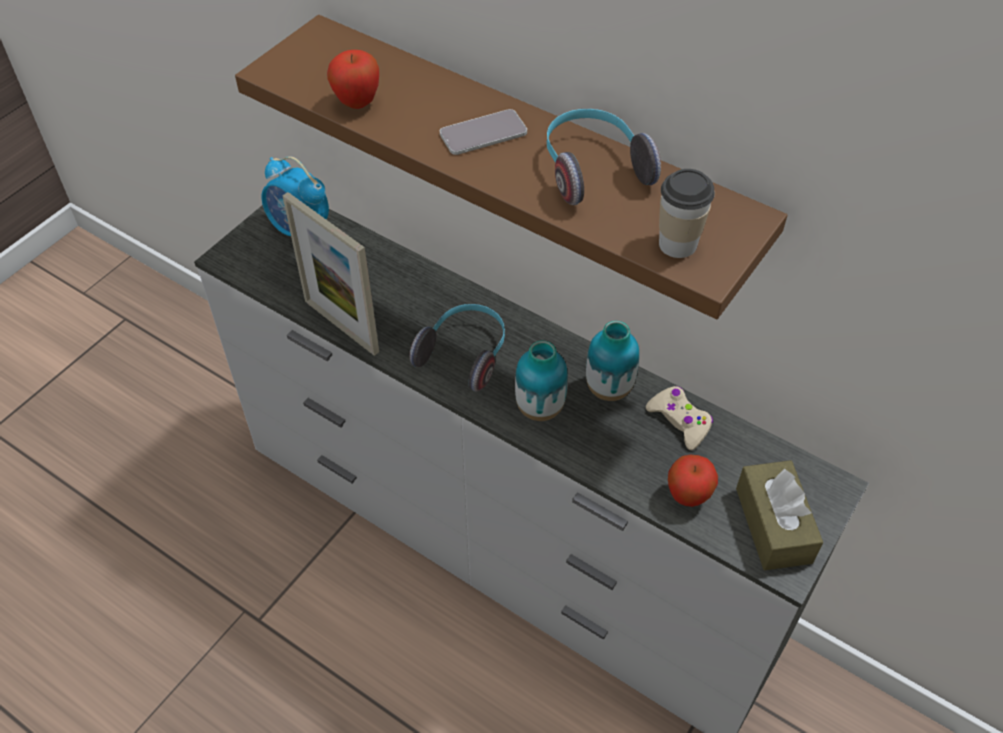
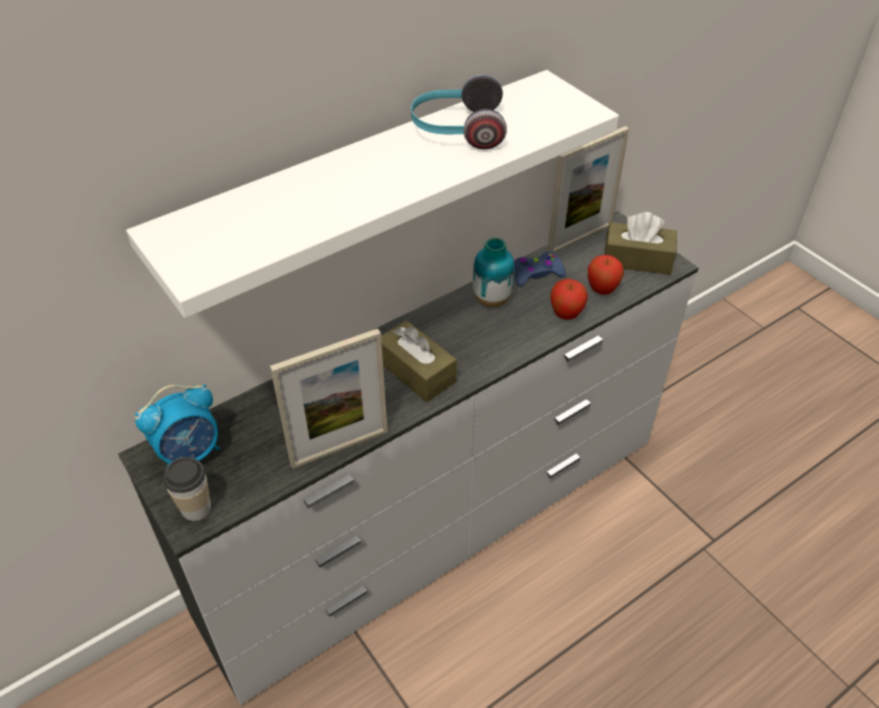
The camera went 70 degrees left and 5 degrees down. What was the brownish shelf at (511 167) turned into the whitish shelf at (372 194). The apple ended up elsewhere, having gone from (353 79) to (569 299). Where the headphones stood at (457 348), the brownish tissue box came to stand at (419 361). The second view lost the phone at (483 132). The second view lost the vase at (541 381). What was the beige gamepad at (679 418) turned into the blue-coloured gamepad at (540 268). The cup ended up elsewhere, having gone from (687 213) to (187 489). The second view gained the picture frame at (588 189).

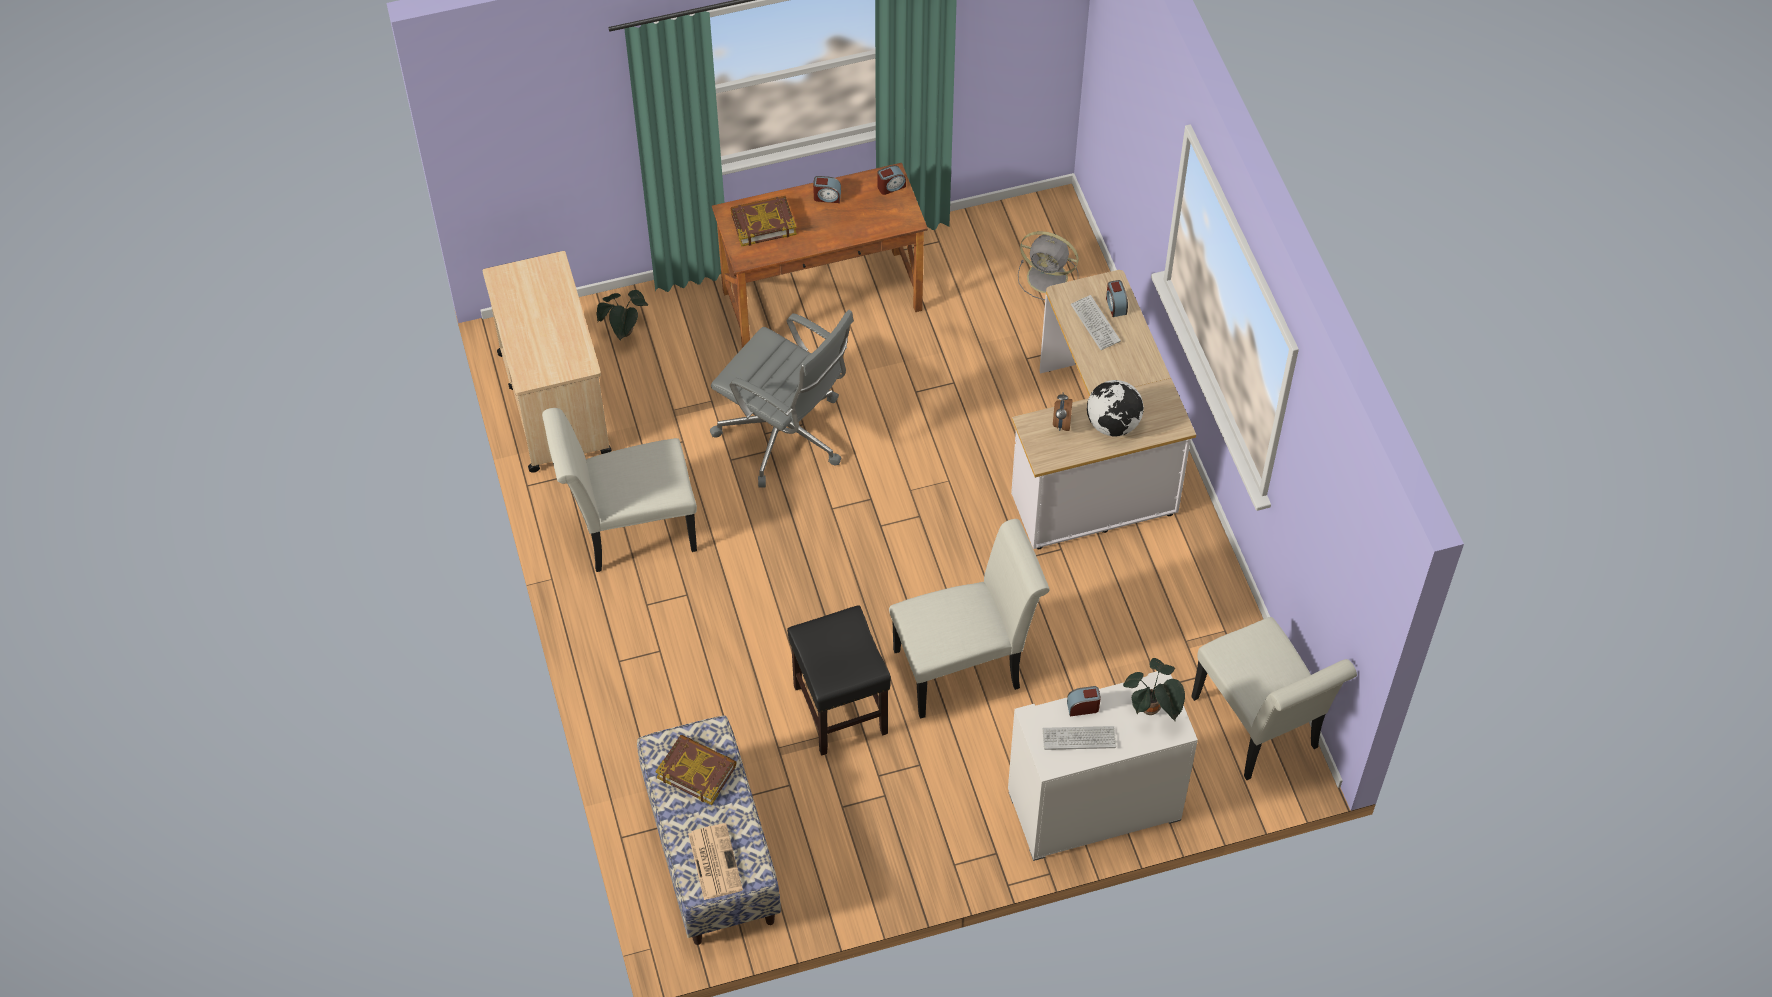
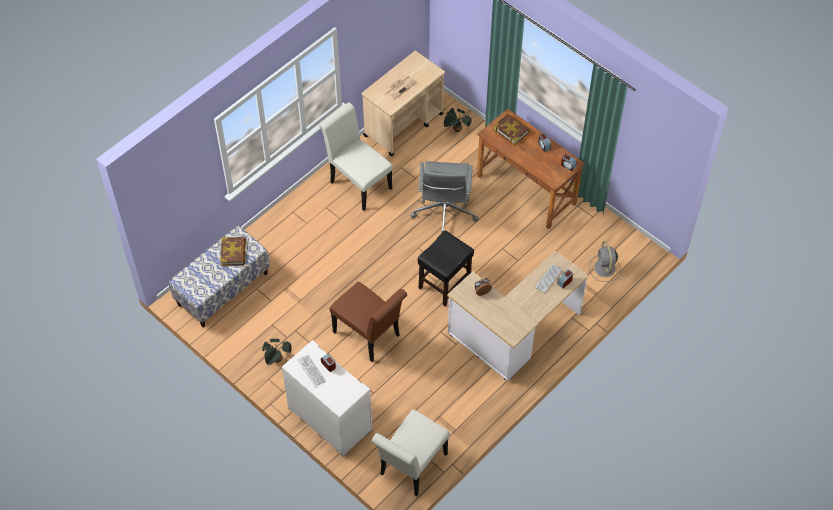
The camera went 60 degrees right and 0 degrees up. The newspaper ended up elsewhere, having gone from (715 861) to (399 87). The black stool seat ended up elsewhere, having gone from (839 680) to (446 268). What was the whitish upright chair at (969 619) turned into the brownish upright chair at (368 322). The second view lost the desk globe at (1115 408). The plant in a pot ended up elsewhere, having gone from (1154 689) to (277 352).

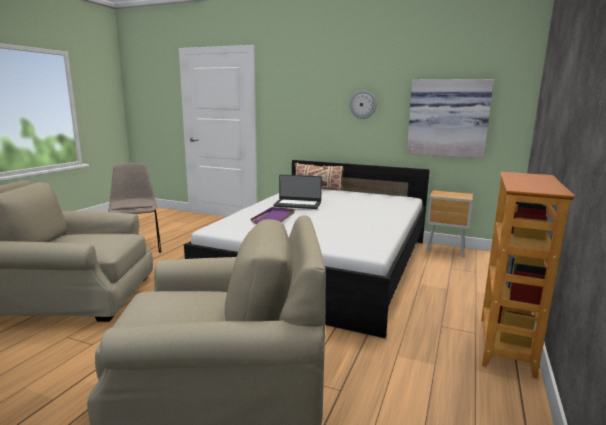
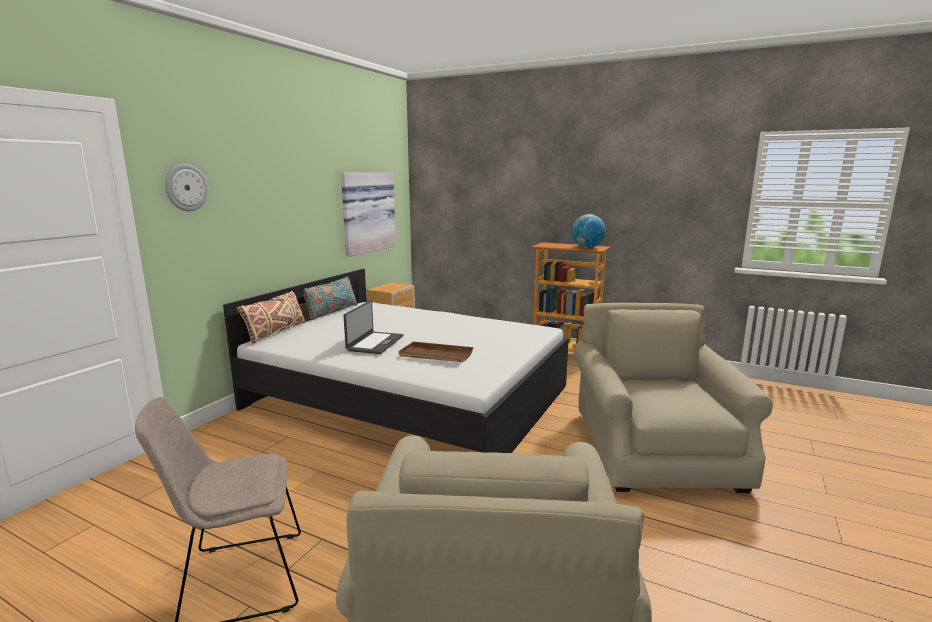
The camera went 85 degrees left and 0 degrees up. What was the purplish serving tray at (273 215) turned into the brownish serving tray at (436 351). The clock on the wall ended up elsewhere, having gone from (363 104) to (186 187). The second view gained the turquoise-coloured throw pillow at (330 298). The second view gained the desk globe at (588 231).

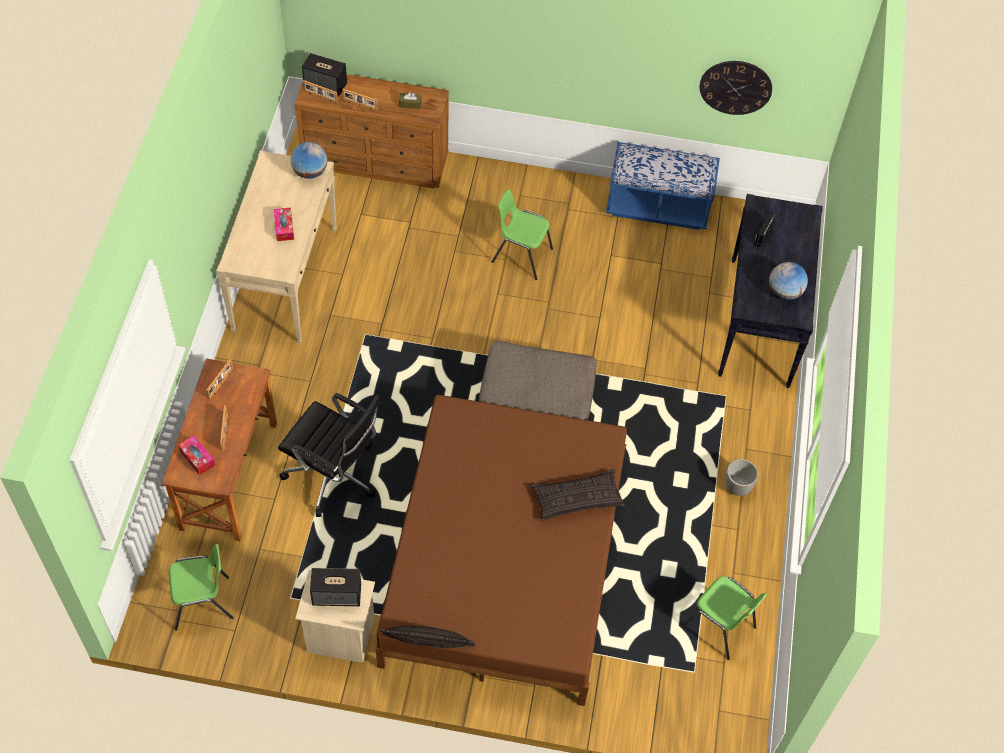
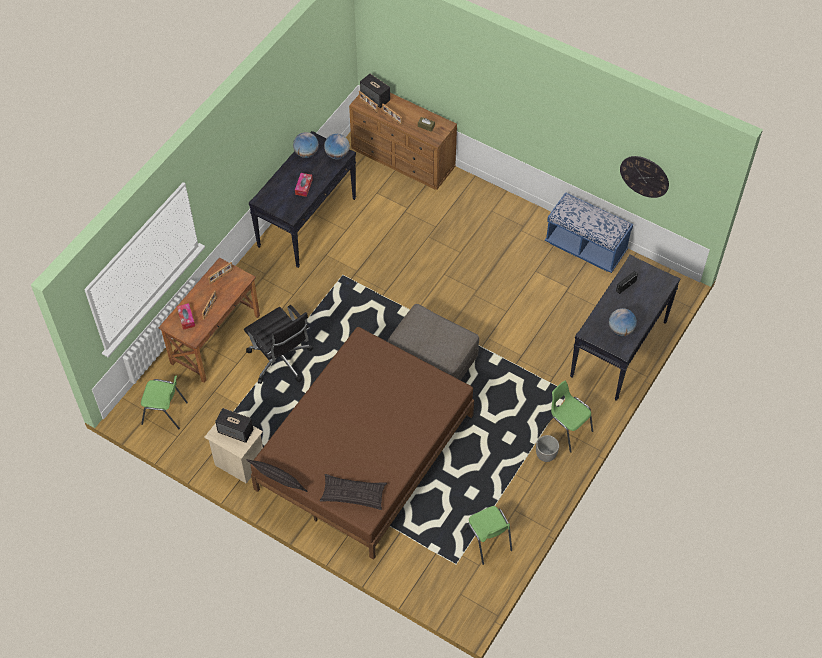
The camera went 25 degrees right and 0 degrees up. What was the beige hall table at (277 247) turned into the black hall table at (302 199). The greenish upright chair ended up elsewhere, having gone from (522 234) to (567 416). The throw pillow ended up elsewhere, having gone from (577 495) to (353 492). The second view gained the desk globe at (306 145).

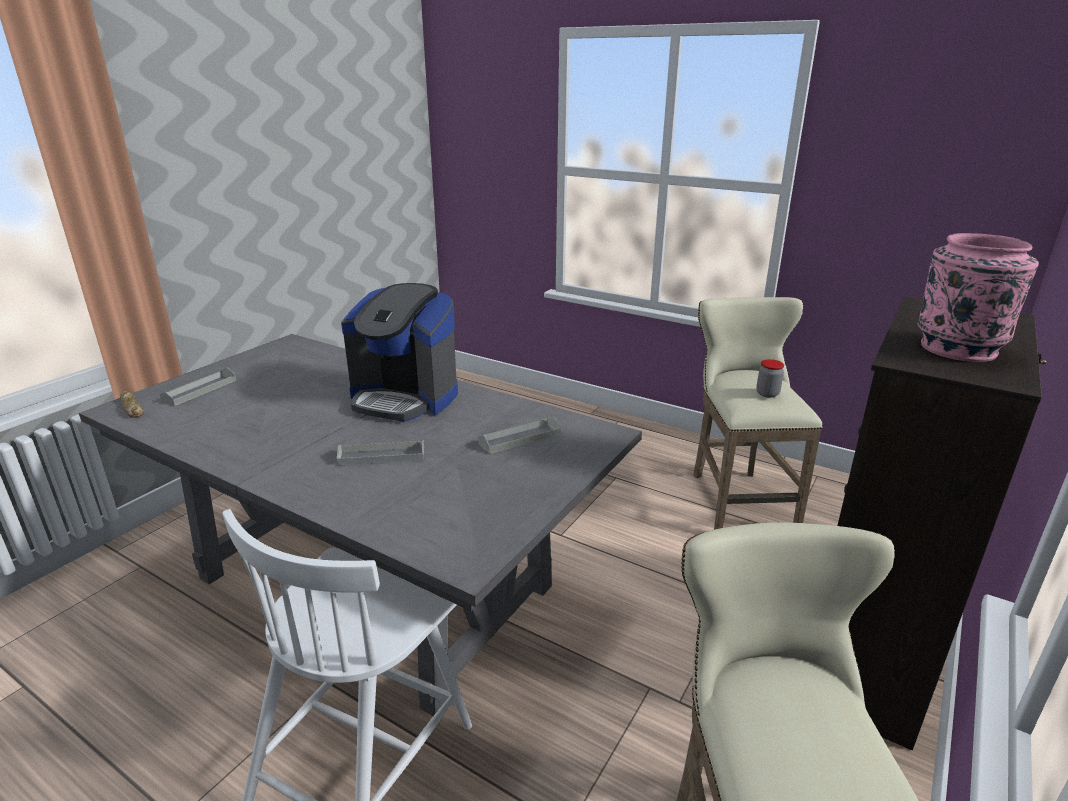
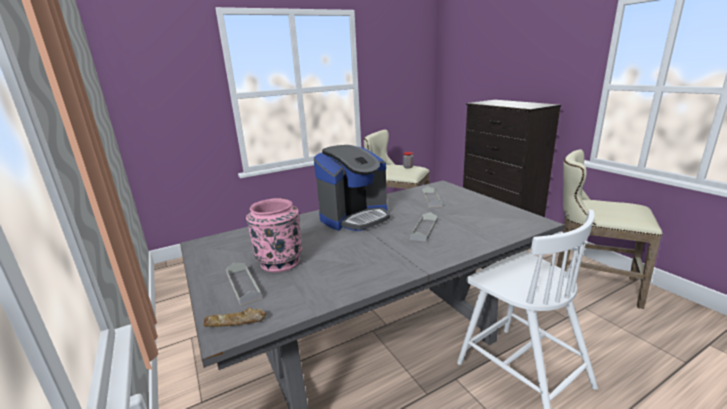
The camera went 60 degrees left and 5 degrees down. The pink-coloured vase ended up elsewhere, having gone from (978 297) to (274 235).

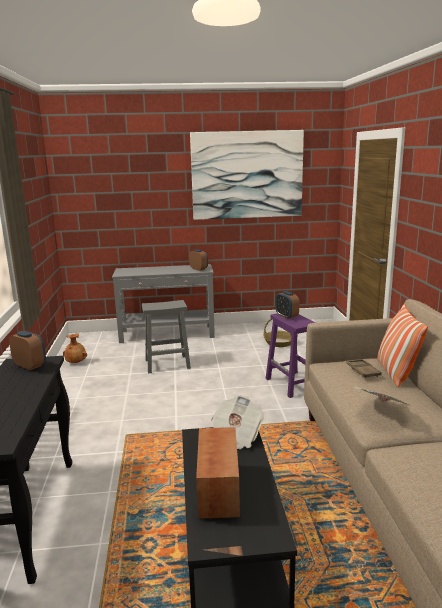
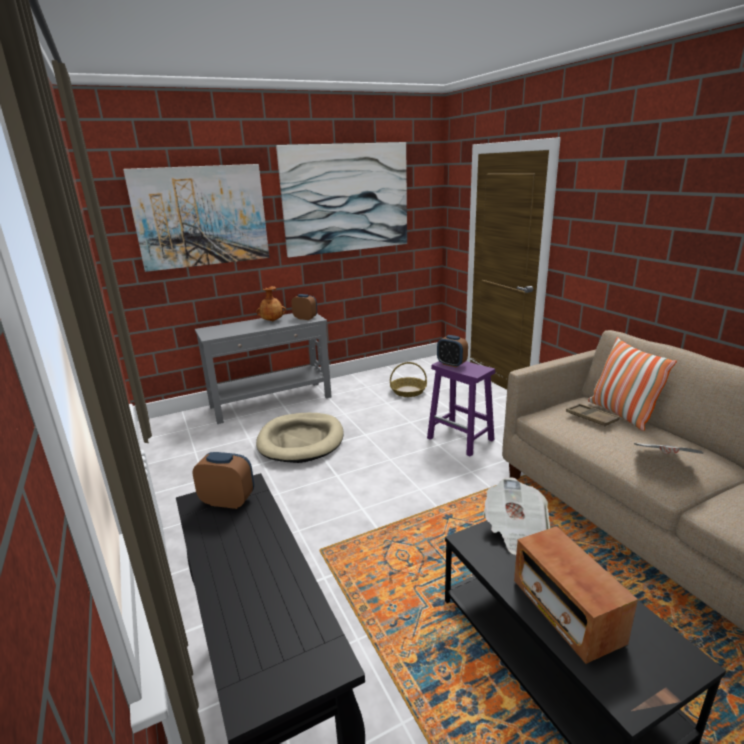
The camera went 20 degrees left and 5 degrees up. The brownish vase ended up elsewhere, having gone from (75 348) to (271 303). Where the grey stool seat stood at (166 336), the beige pet bed came to stand at (300 438). The second view gained the wall picture at (196 218).

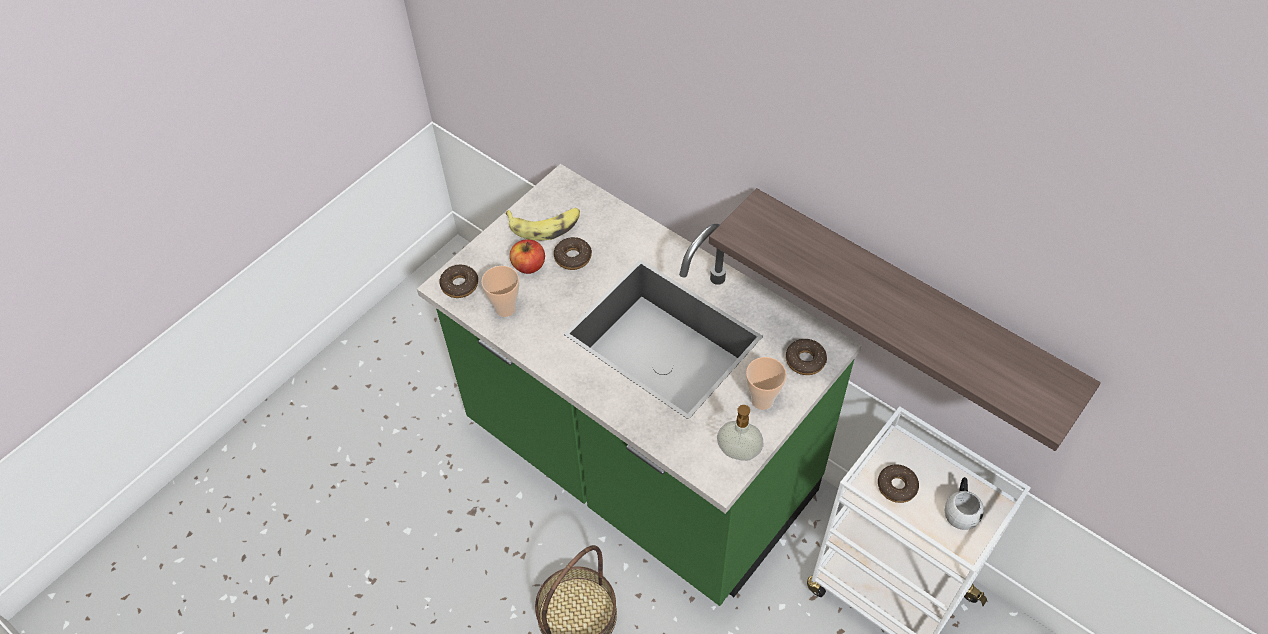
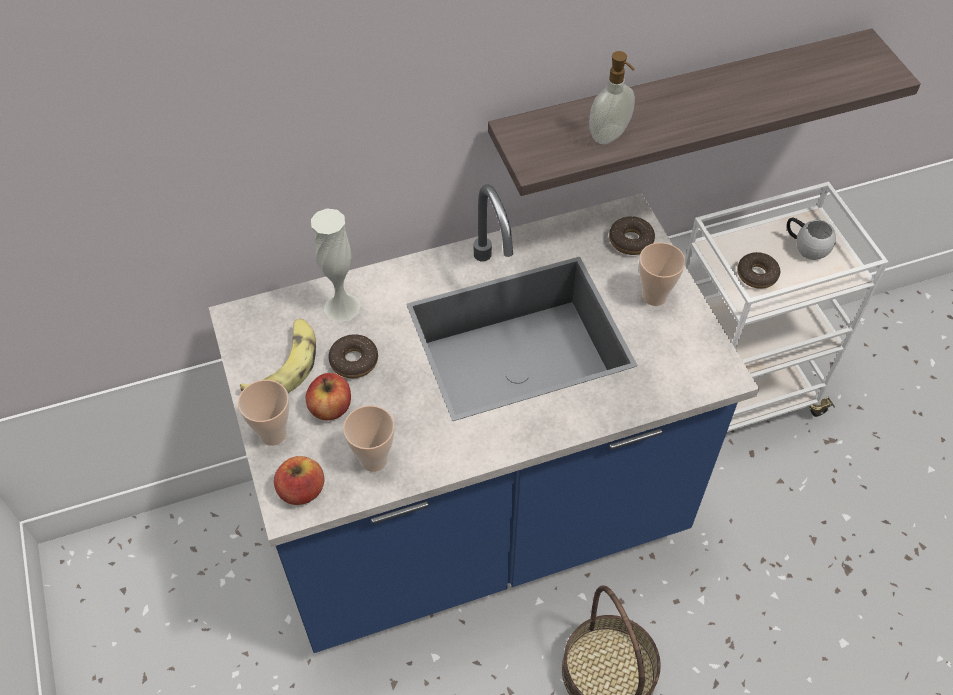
The camera went 60 degrees left and 0 degrees up. What was the greenish kitchen base unit at (639 385) turned into the blue-coloured kitchen base unit at (484 418). Where the donut stood at (458 281), the apple came to stand at (299 480). The liquid soap bottle ended up elsewhere, having gone from (740 433) to (612 97). The second view gained the cup at (264 413). The second view gained the whitish vase at (336 265).

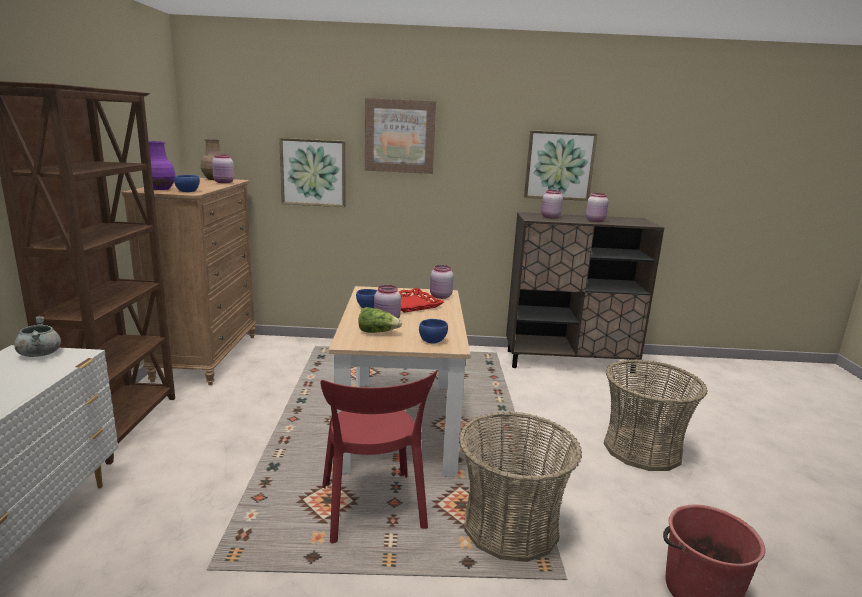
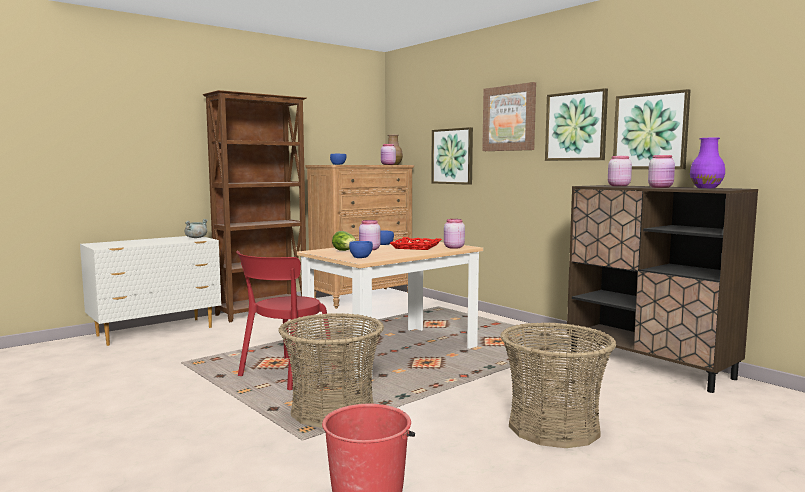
The camera went 50 degrees right and 10 degrees down. The purplish vase ended up elsewhere, having gone from (162 165) to (707 163). The second view gained the wall picture at (576 124).

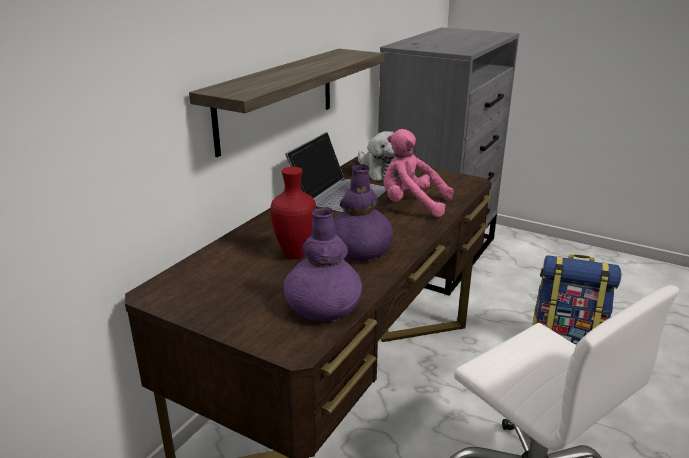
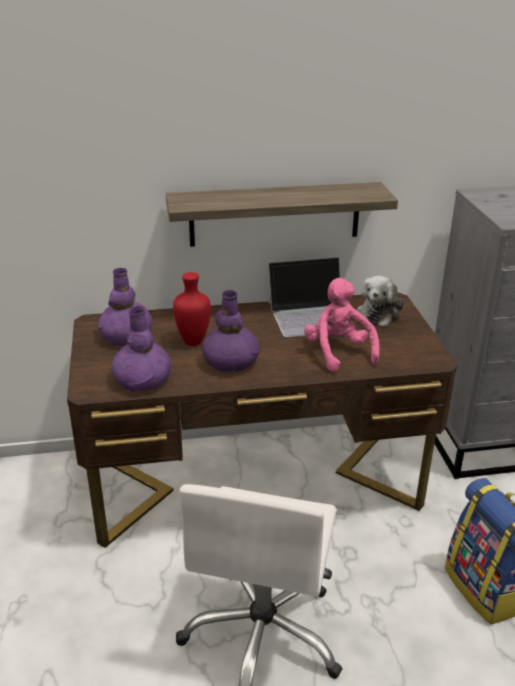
The camera went 50 degrees right and 5 degrees up. The second view gained the purplish vase at (125 307).

